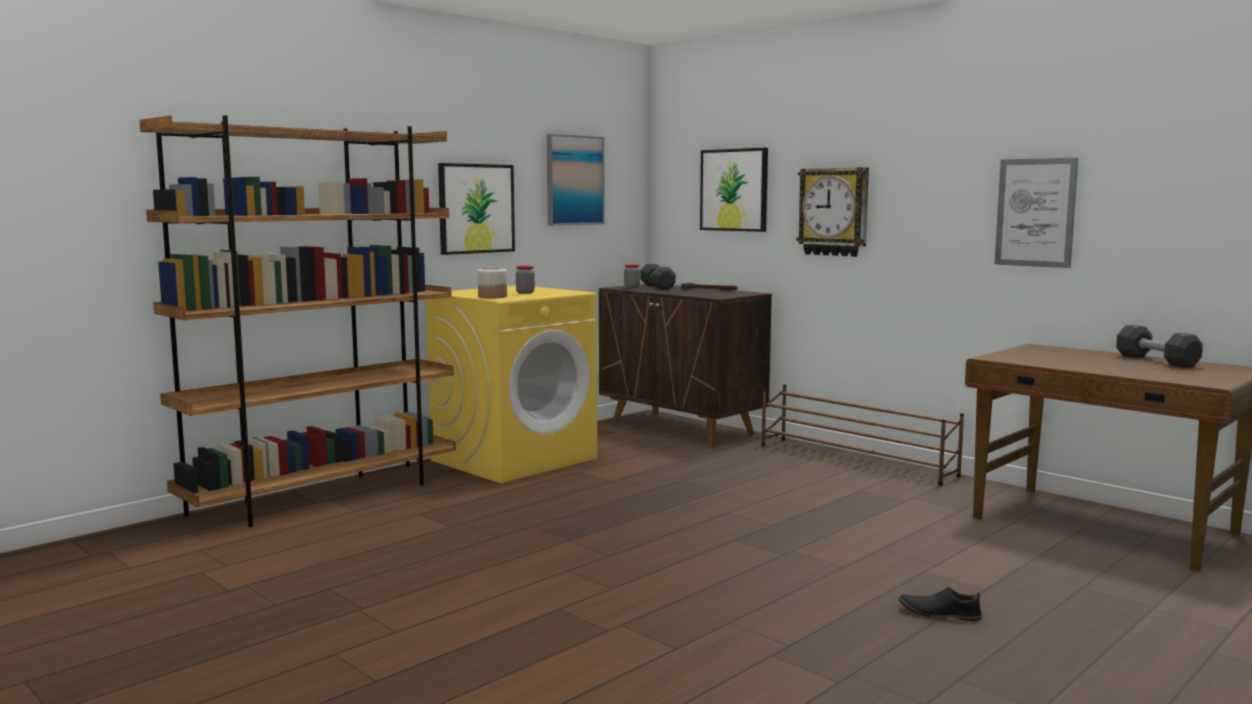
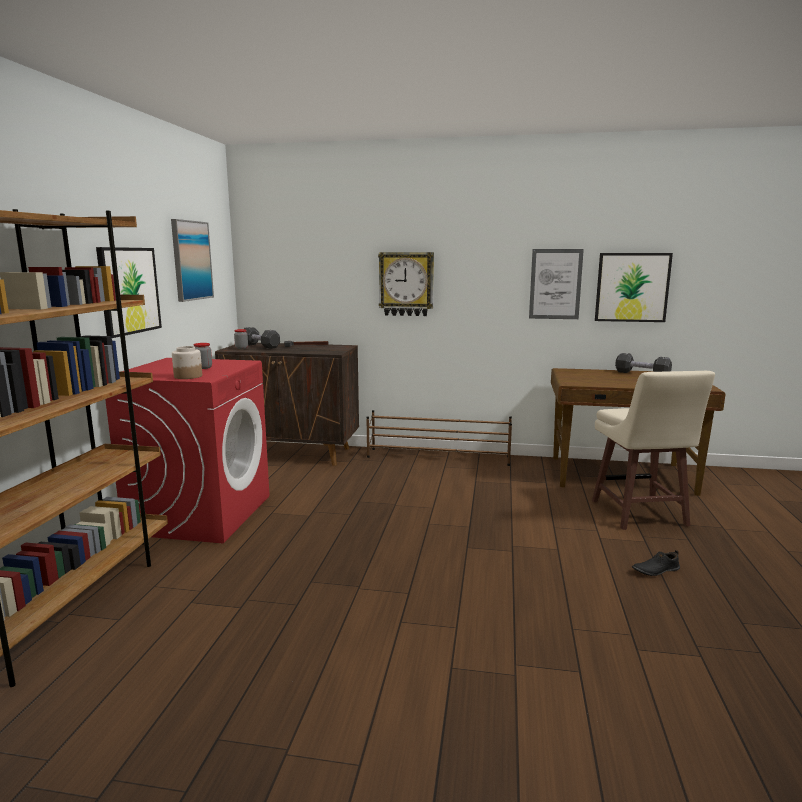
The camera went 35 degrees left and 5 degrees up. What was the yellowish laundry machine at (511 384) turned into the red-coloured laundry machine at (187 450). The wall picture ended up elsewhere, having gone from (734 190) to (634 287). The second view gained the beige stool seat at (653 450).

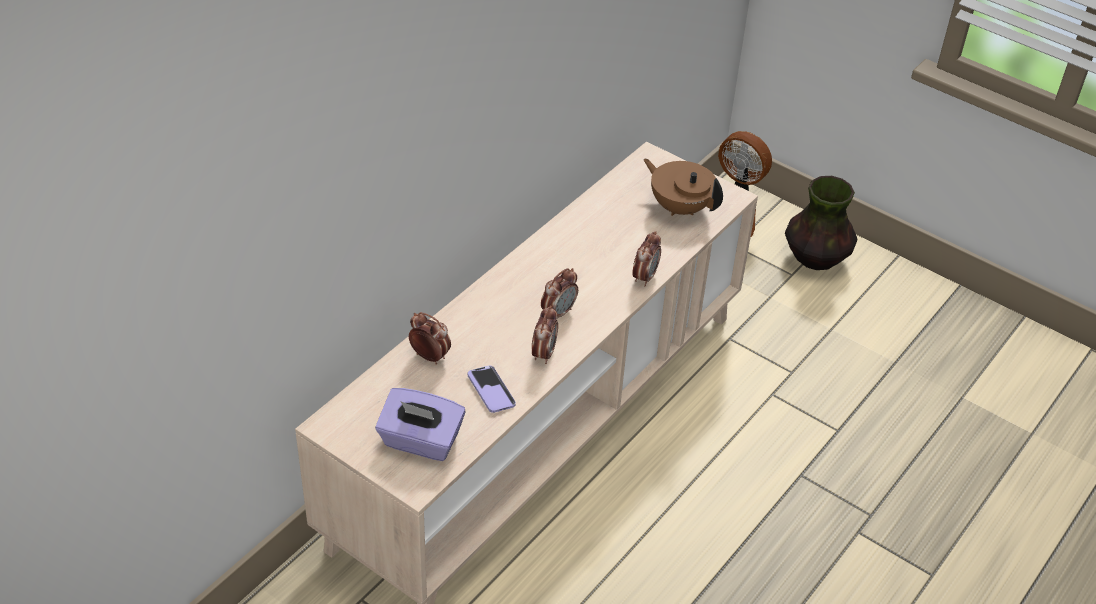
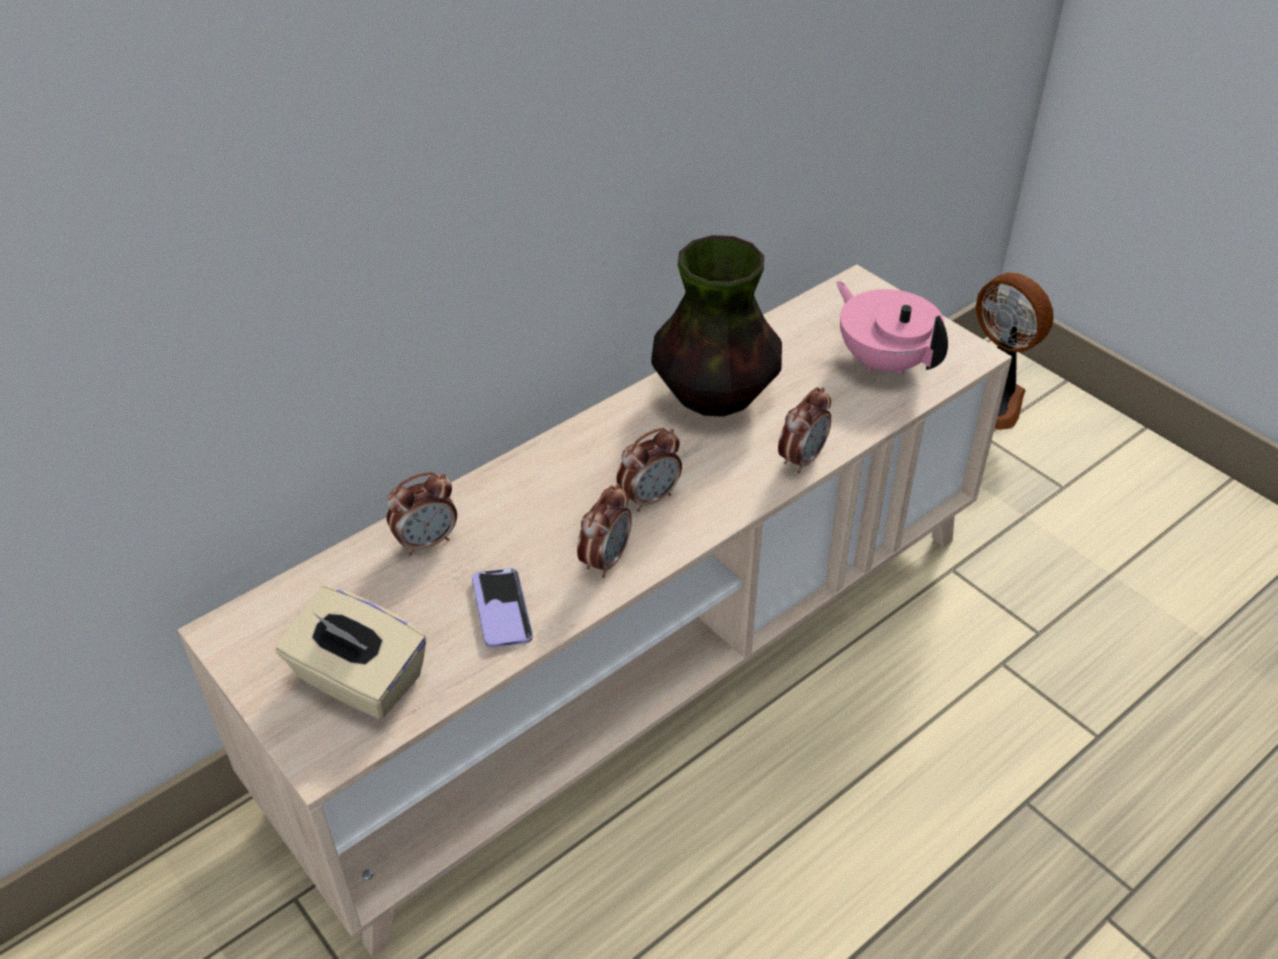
The camera went 15 degrees right and 0 degrees up. What was the purplish tissue box at (420 424) turned into the beige tissue box at (351 653). The bedside clock at (430 338) ended up facing another way, 105 degrees clockwise from before. What was the brownish teapot at (683 187) turned into the pink-coloured teapot at (892 328). The vase ended up elsewhere, having gone from (821 223) to (716 326).

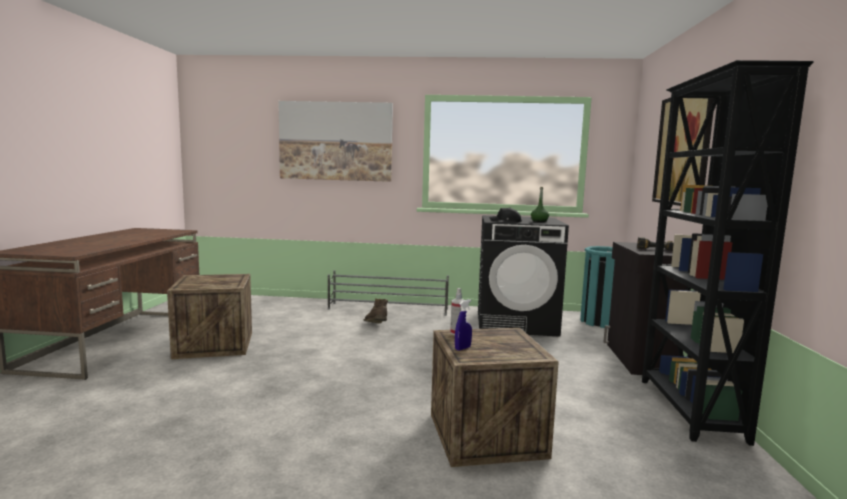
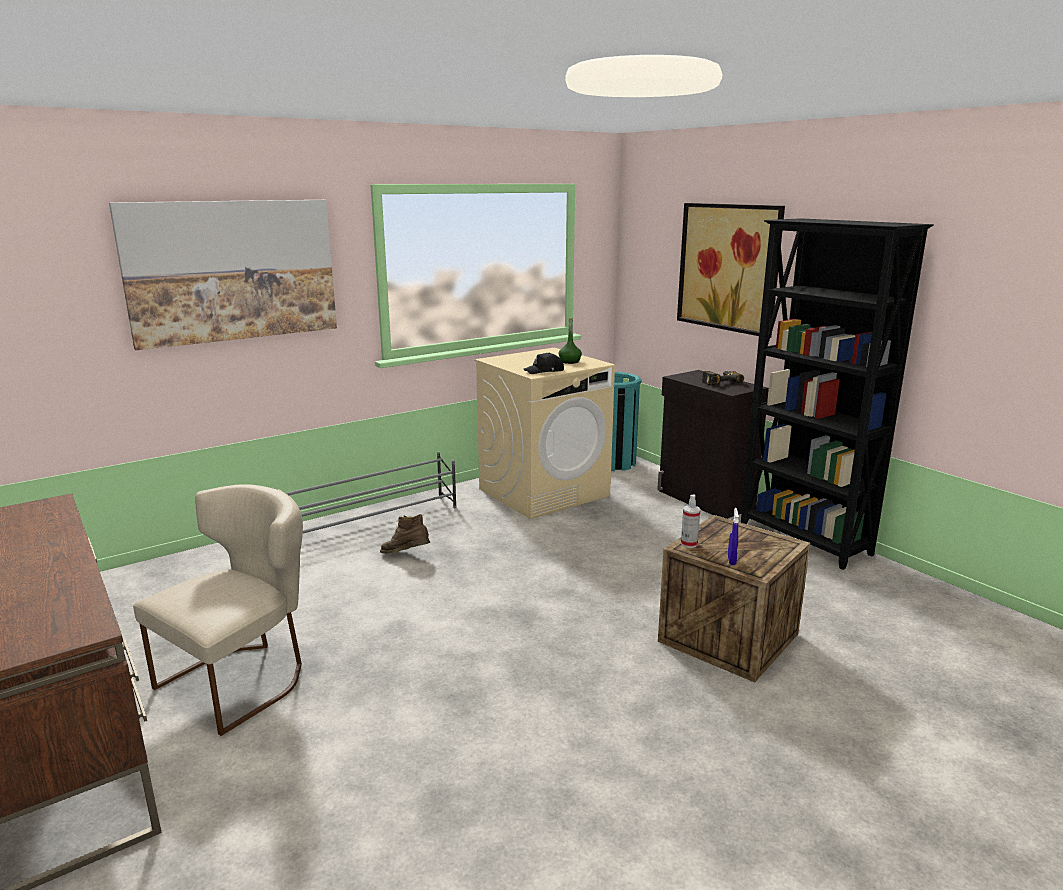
The camera went 40 degrees left and 10 degrees up. Where the crate stood at (209 316), the beige upright chair came to stand at (218 610). What was the black laundry machine at (523 276) turned into the beige laundry machine at (544 433).

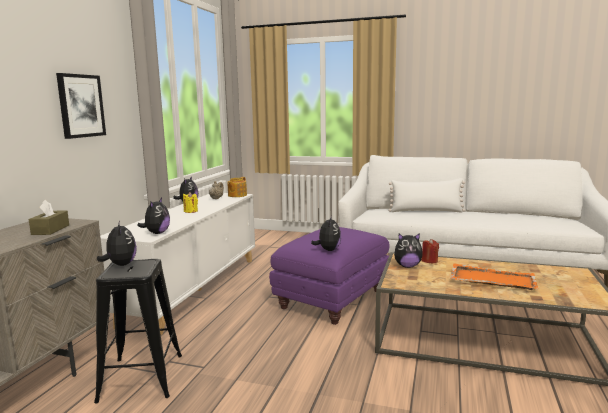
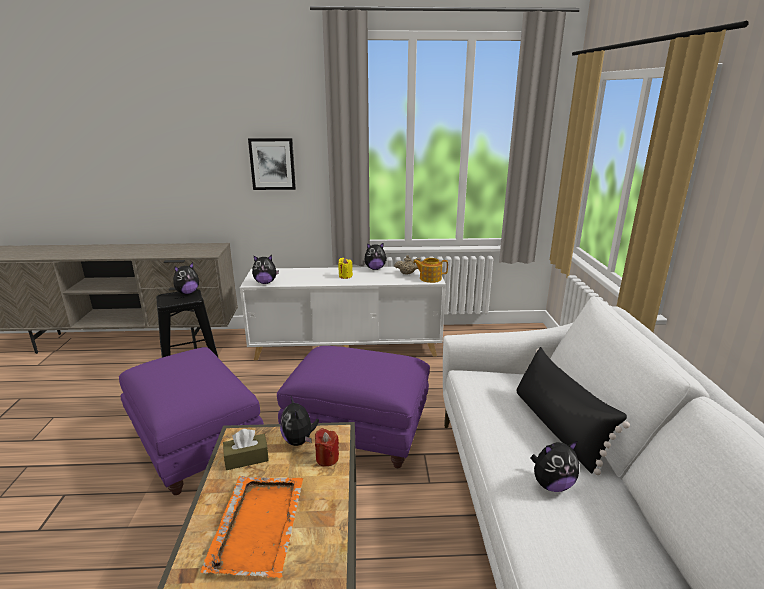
The camera went 70 degrees right and 10 degrees up. The brownish tissue box ended up elsewhere, having gone from (49 217) to (246 449). The plush toy ended up elsewhere, having gone from (326 233) to (555 466). What was the whitish throw pillow at (426 195) turned into the black throw pillow at (573 411). The second view gained the purplish pouffe at (191 421).

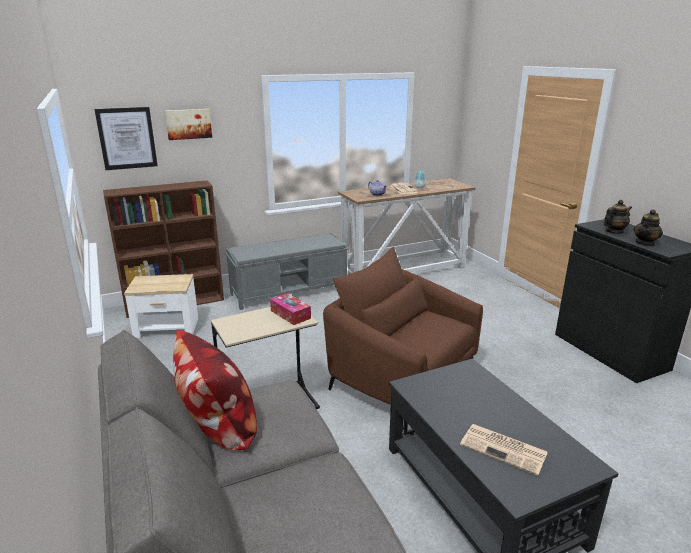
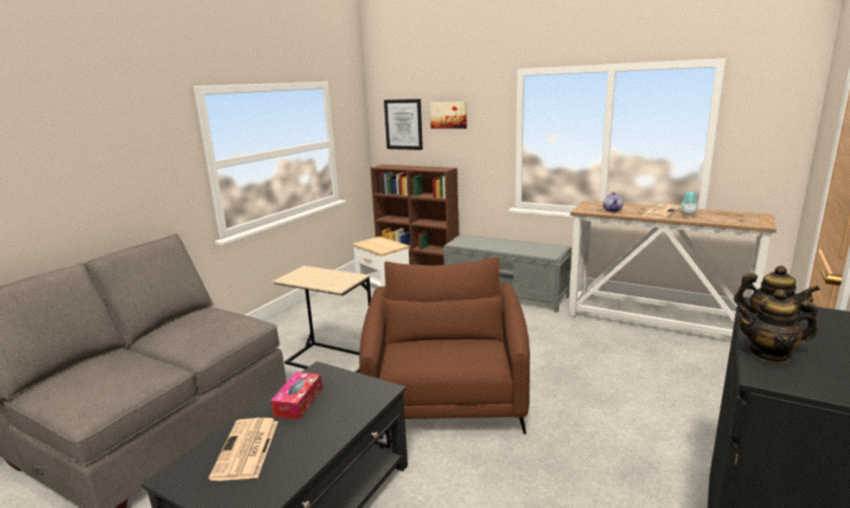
The camera went 55 degrees right and 5 degrees down. The second view lost the throw pillow at (215 390). The tissue box ended up elsewhere, having gone from (290 309) to (296 396).

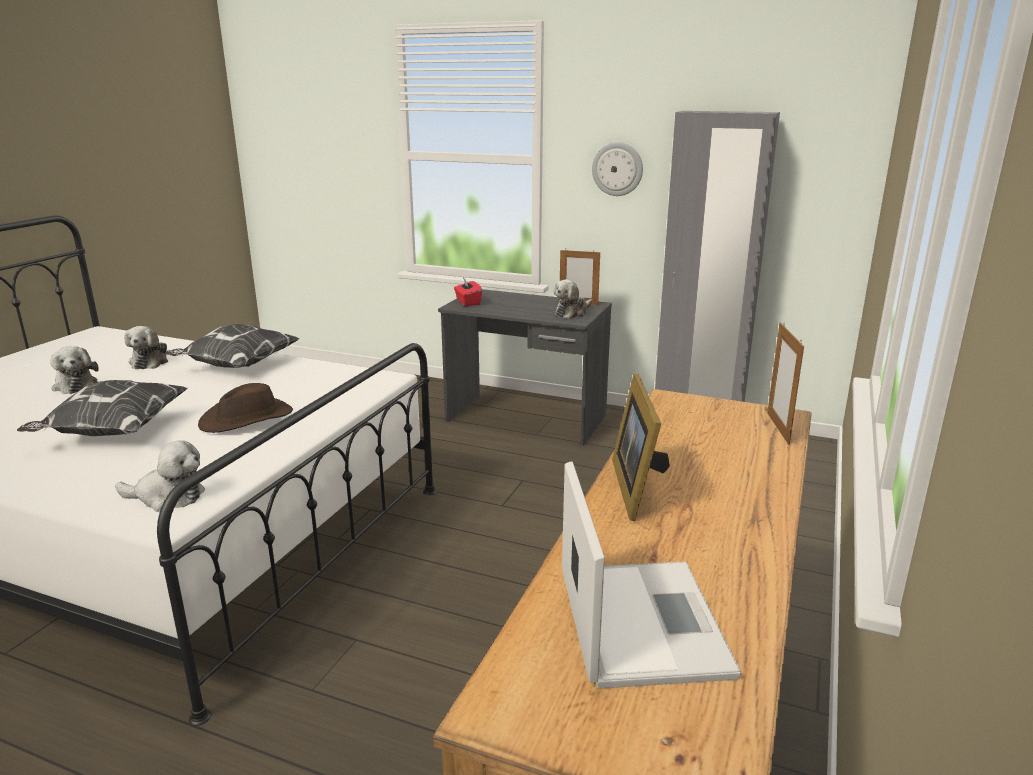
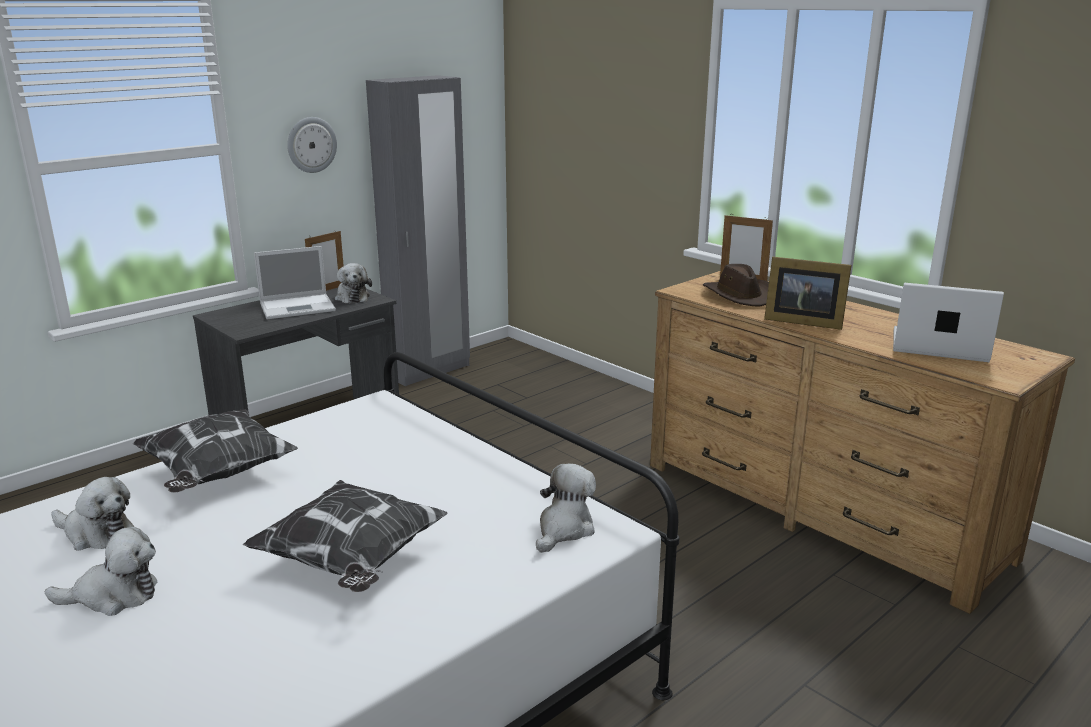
The camera went 65 degrees left and 0 degrees up. The brownish wearable hat ended up elsewhere, having gone from (245 408) to (736 285). The second view lost the red-coloured tissue box at (468 292). The second view gained the portable computer at (295 282).

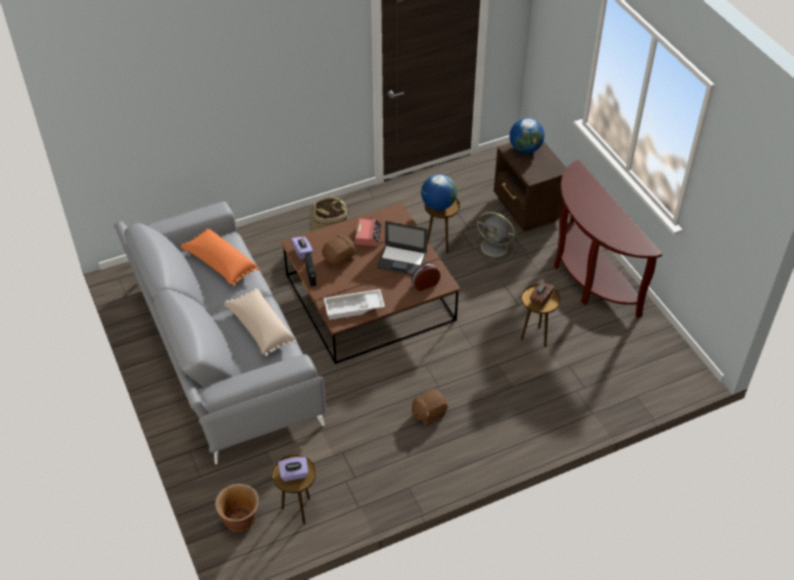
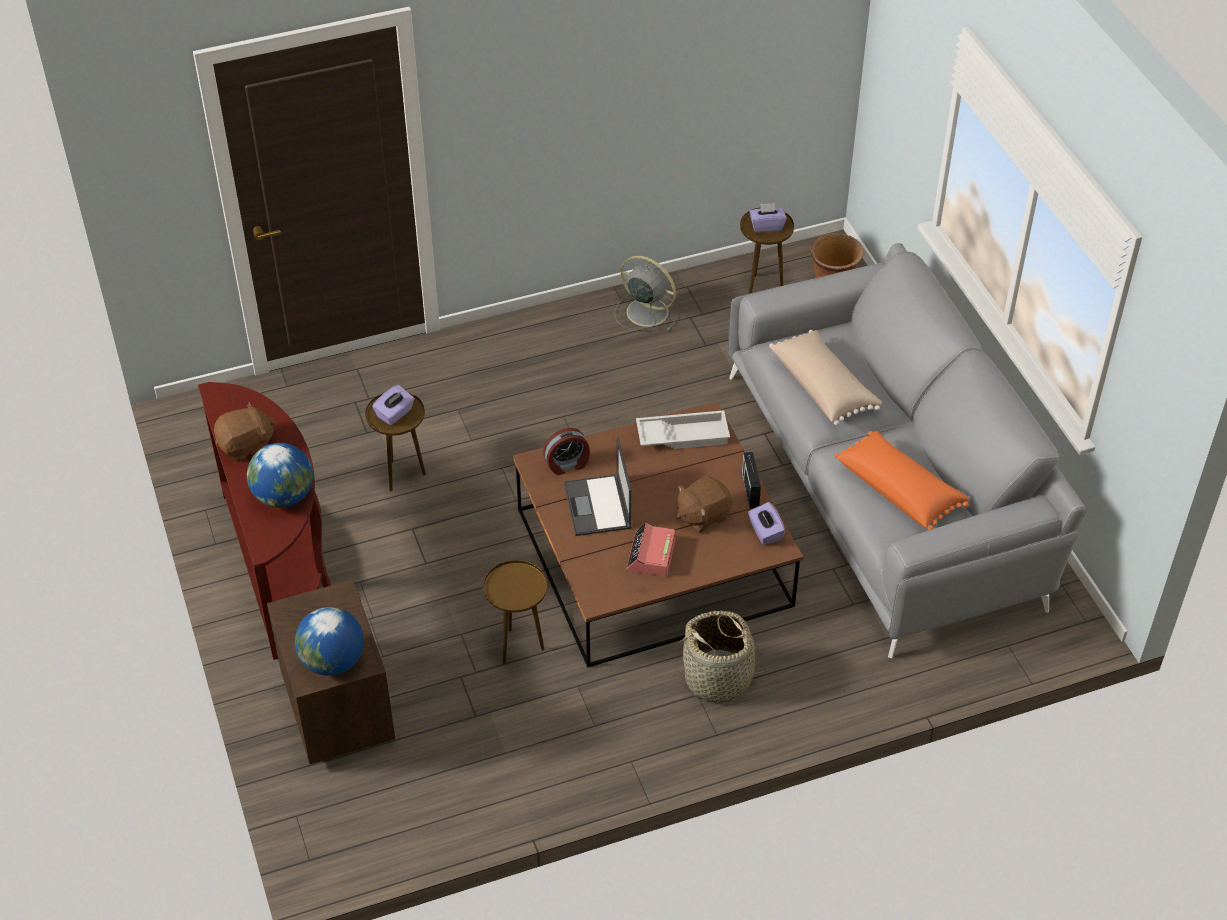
The camera went 175 degrees left and 0 degrees up. The portable computer at (402 248) ended up facing another way, 120 degrees counterclockwise from before. The brownish plush toy ended up elsewhere, having gone from (430 407) to (244 432). The desk globe ended up elsewhere, having gone from (439 192) to (280 475). The grey fan ended up elsewhere, having gone from (495 237) to (647 293). What was the brownish tissue box at (542 294) turned into the purplish tissue box at (393 405).

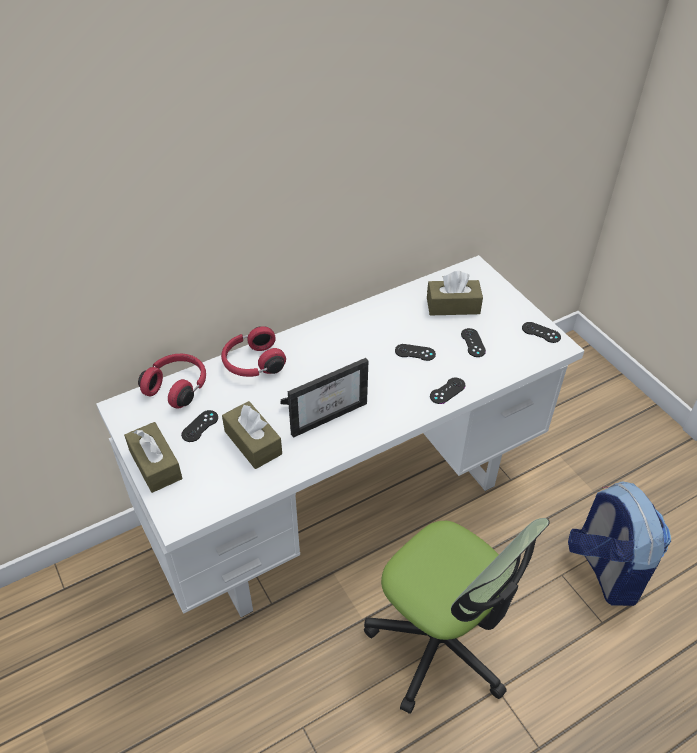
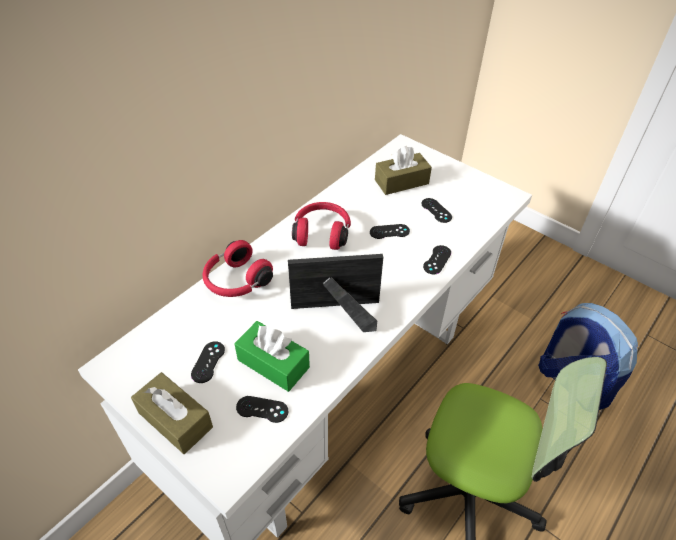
The camera went 20 degrees left and 0 degrees up. The red-coloured headphones ended up elsewhere, having gone from (172 381) to (321 226). What was the brownish tissue box at (252 435) turned into the greenish tissue box at (272 356). The picture frame at (324 398) ended up facing another way, 135 degrees counterclockwise from before. The black gamepad ended up elsewhere, having gone from (541 332) to (262 409).

